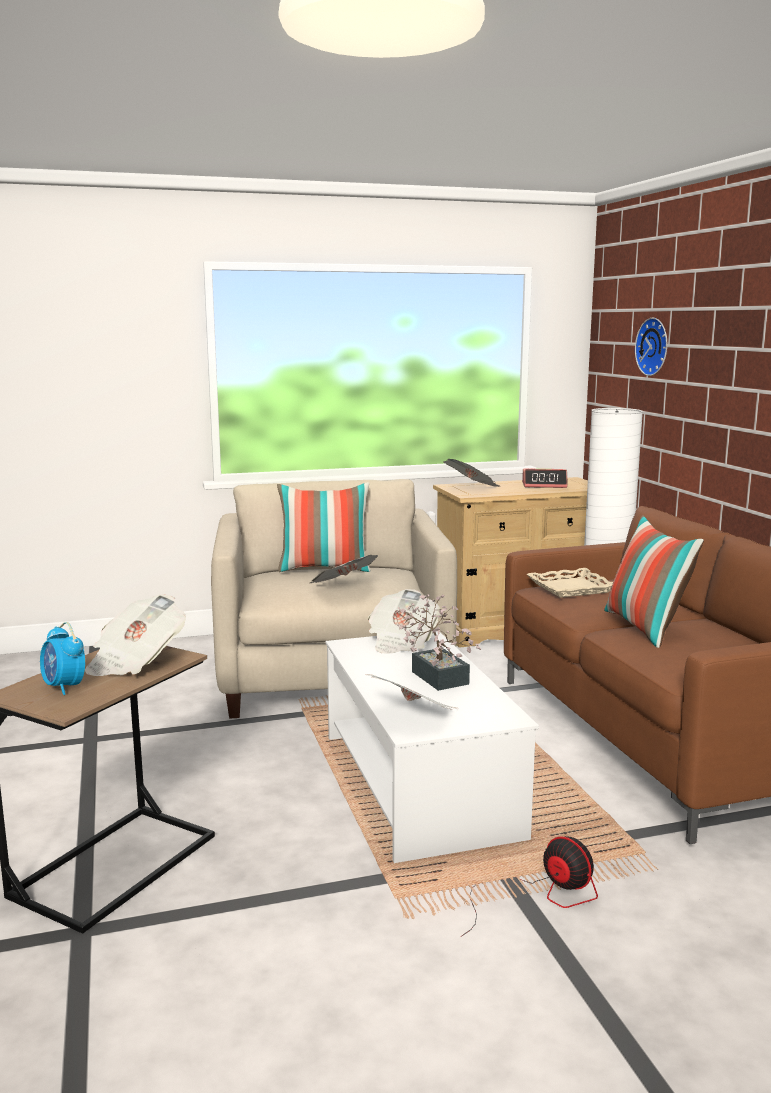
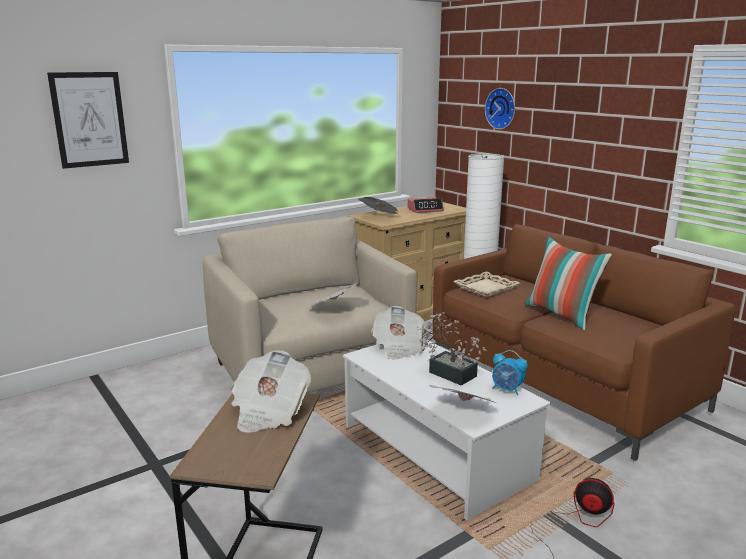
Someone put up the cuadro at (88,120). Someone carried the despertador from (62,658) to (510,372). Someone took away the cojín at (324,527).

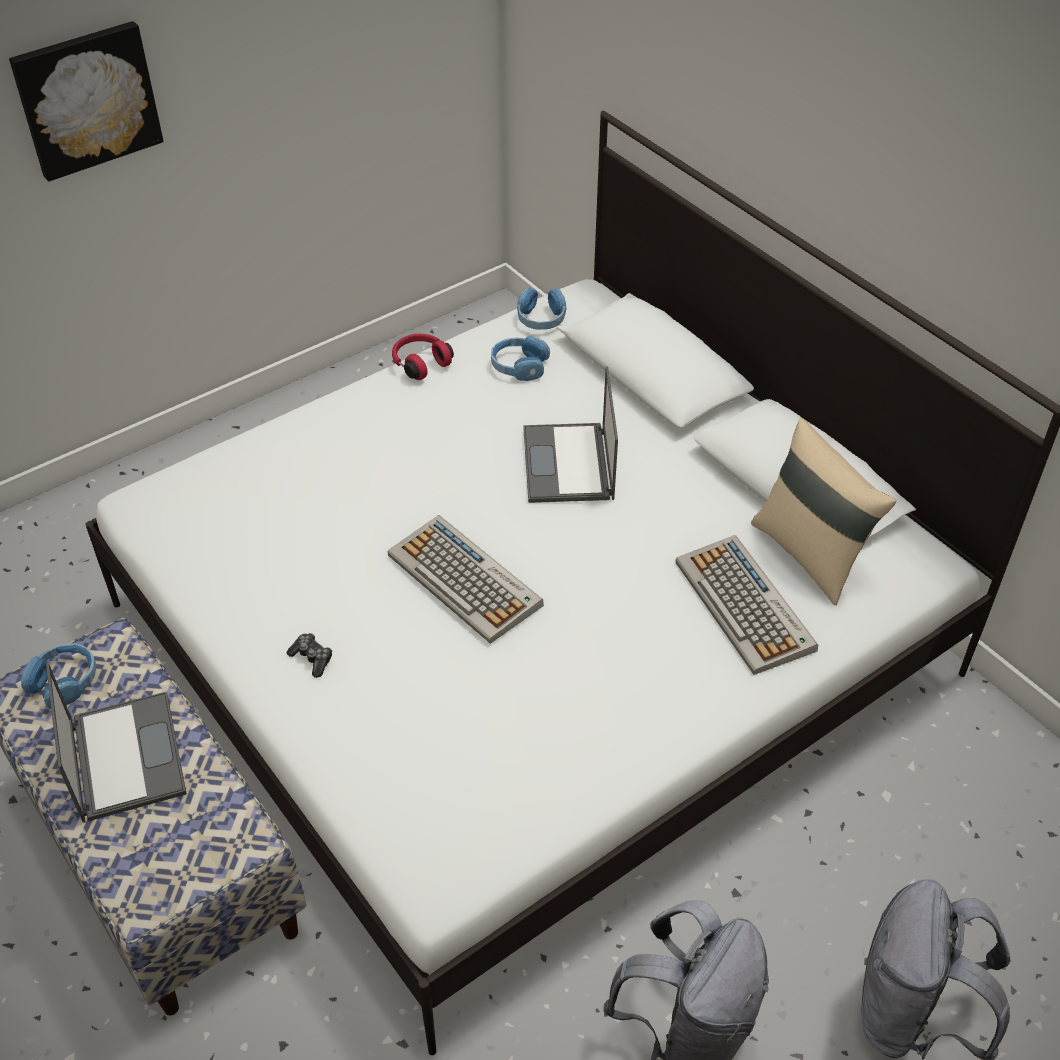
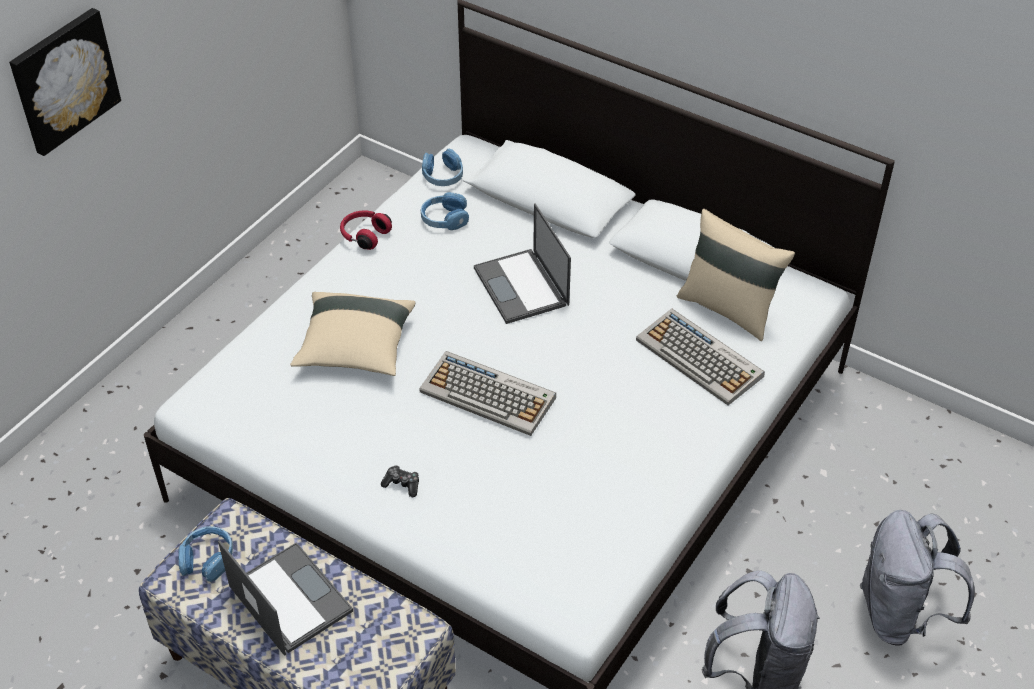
Someone put down the cojín/beis at (352,334).

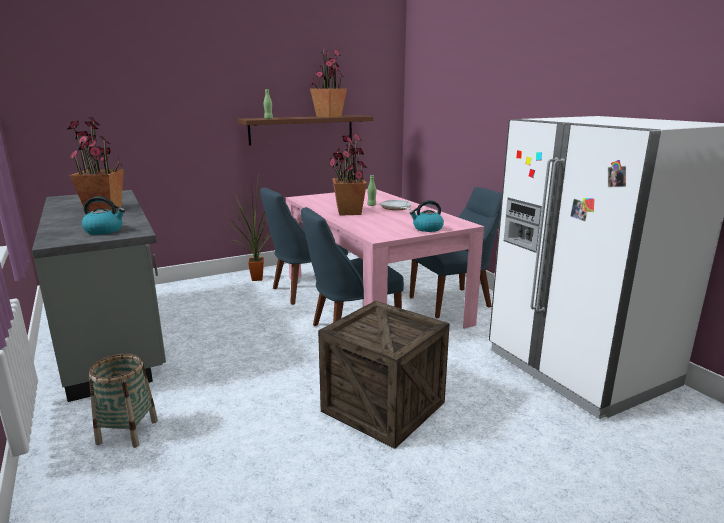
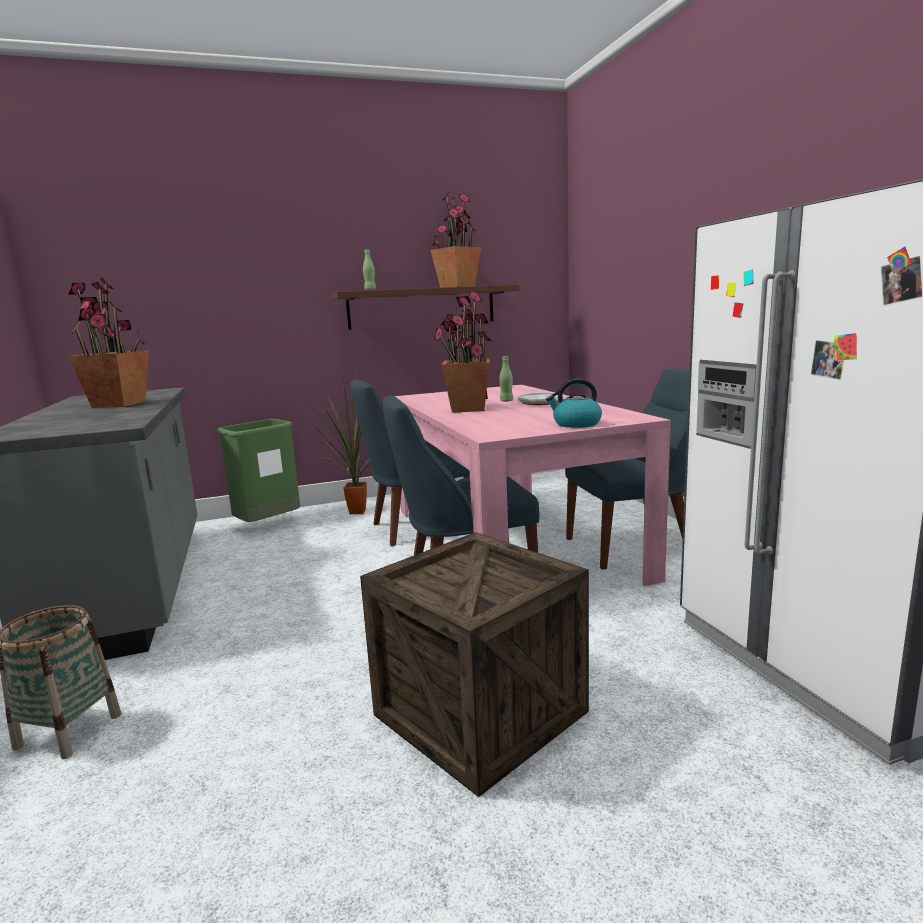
Someone put down the papelera/verde at (258,470). Someone took away the hervidor at (103,215).

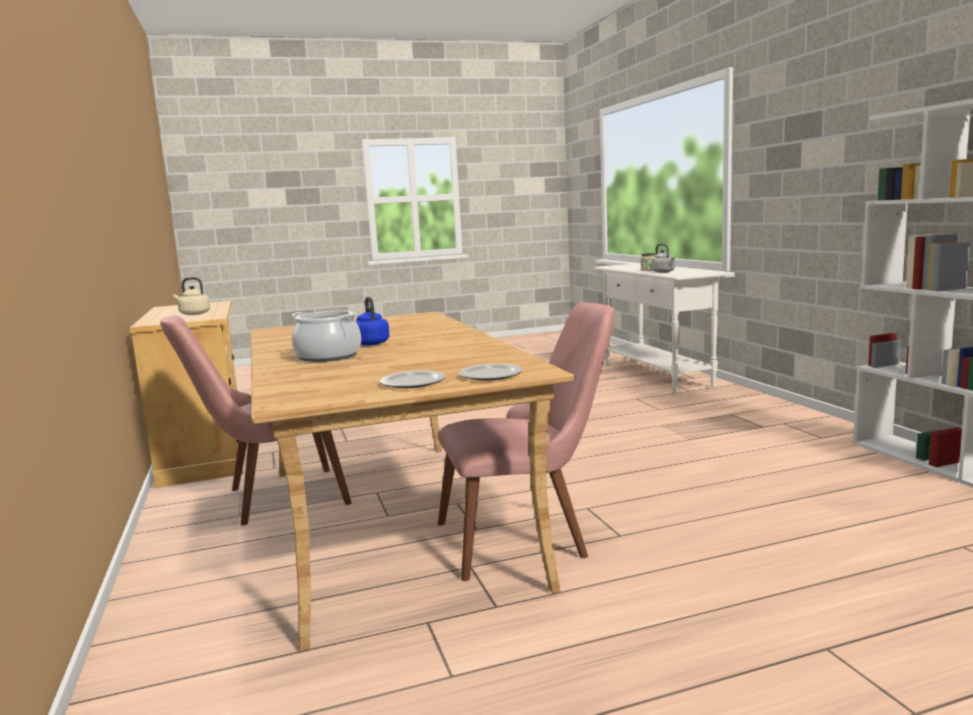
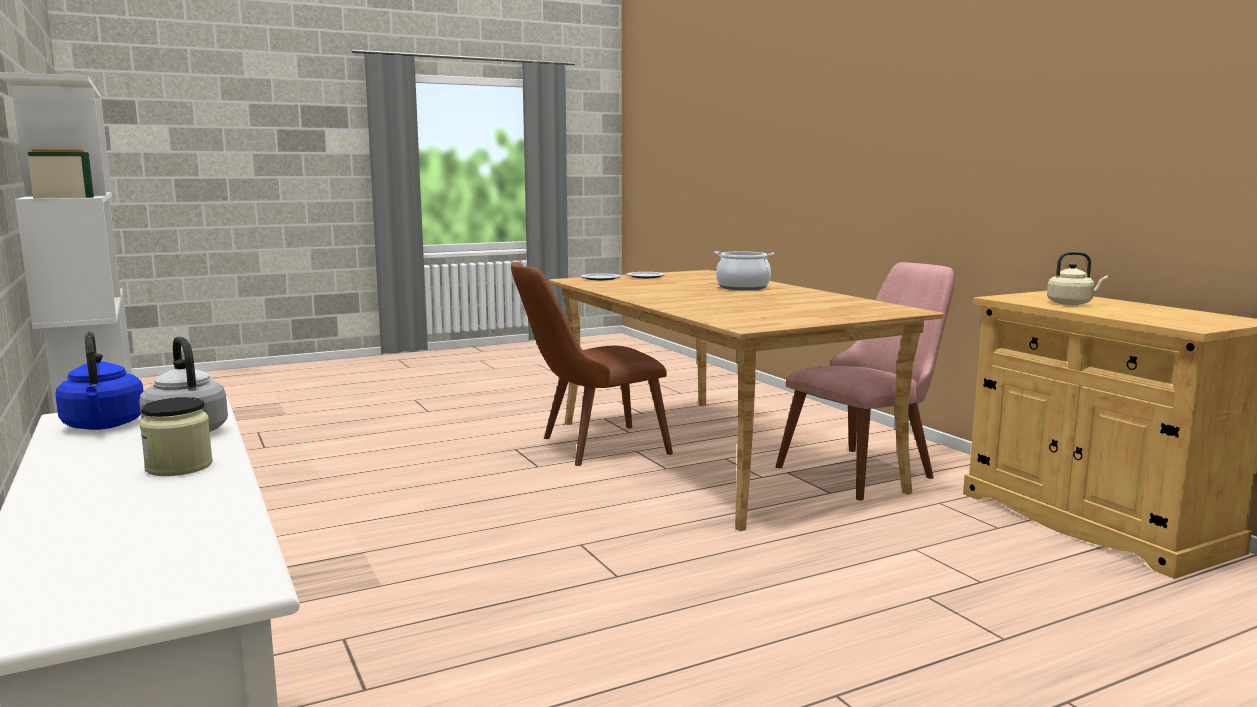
Someone carried the hervidor/azul from (372,321) to (99,380). Someone repainted the silla/rosa at (526,441), which became the silla/marrón at (592,364).

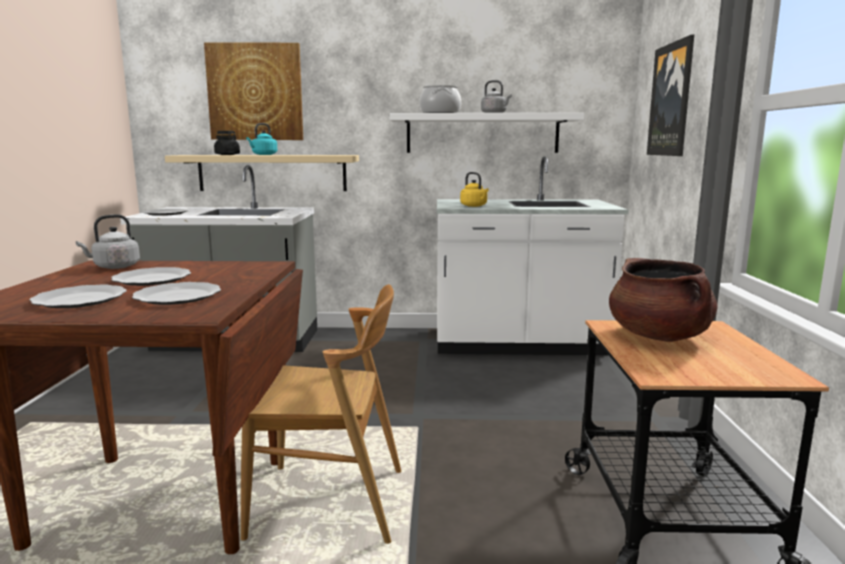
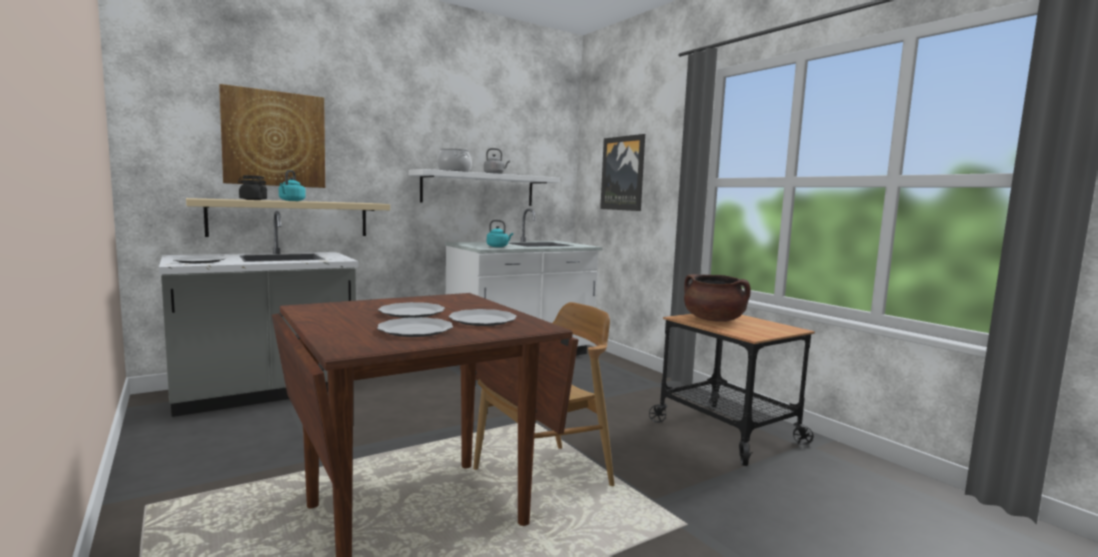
Someone repainted the hervidor/amarillo at (474,189), which became the hervidor/turquesa at (500,233). Someone took away the hervidor/gris at (108,241).

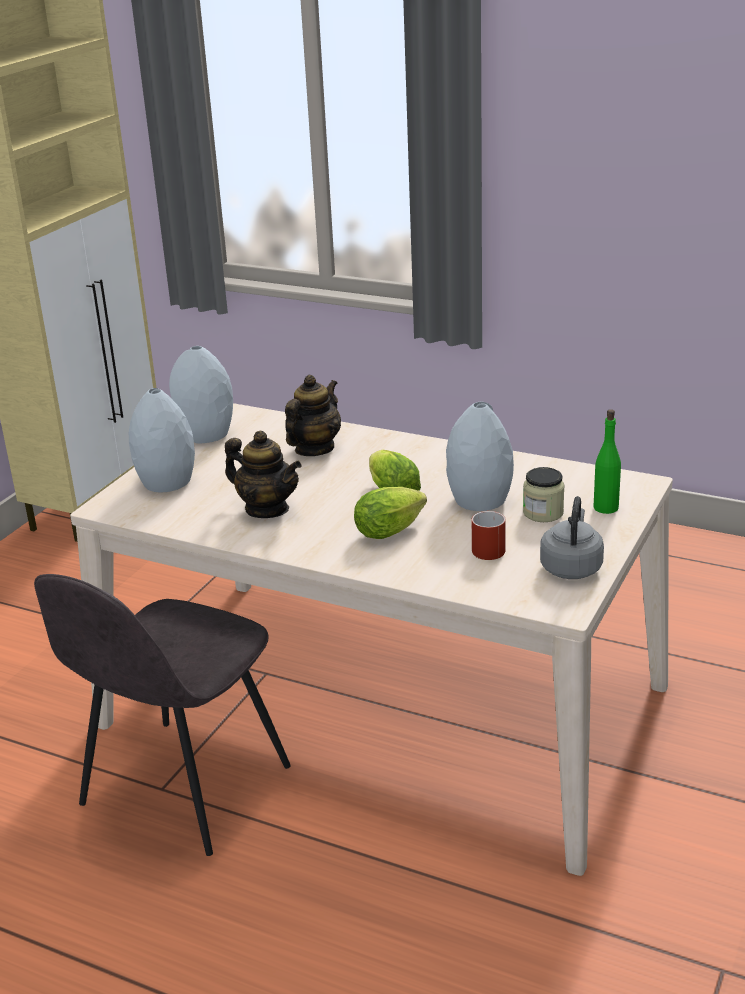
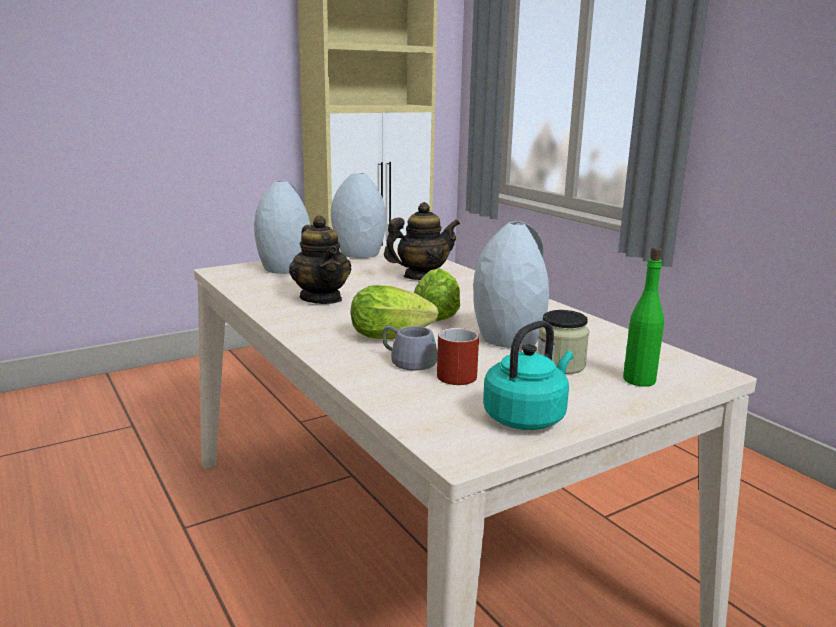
Someone put down the taza grande/gris at (410,348). Someone repainted the hervidor/gris at (572,537), which became the hervidor/turquesa at (528,375). Someone took away the silla/gris at (162,715).

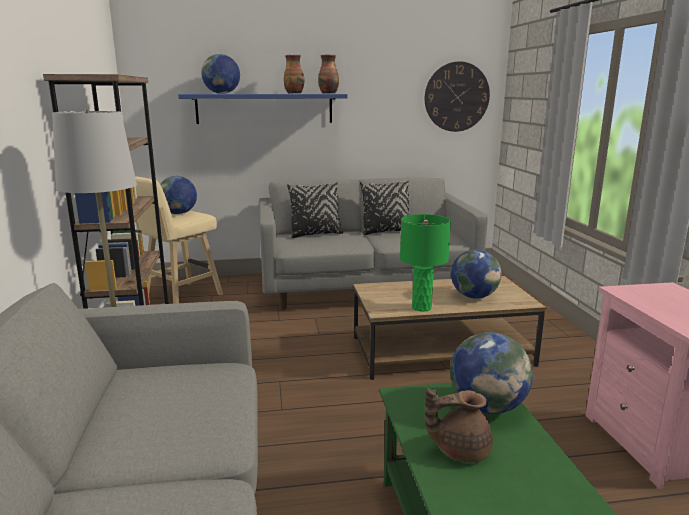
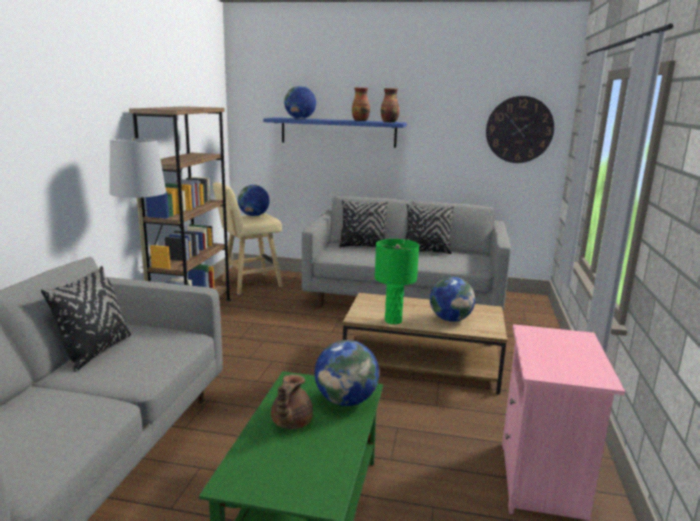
Someone put down the cojín/negro at (86,319). Someone rotated the tetera/marrón at (459,425) by 90 degrees counterclockwise.

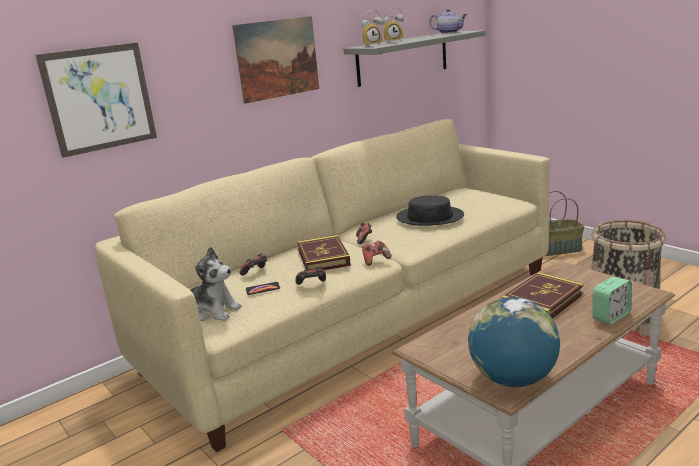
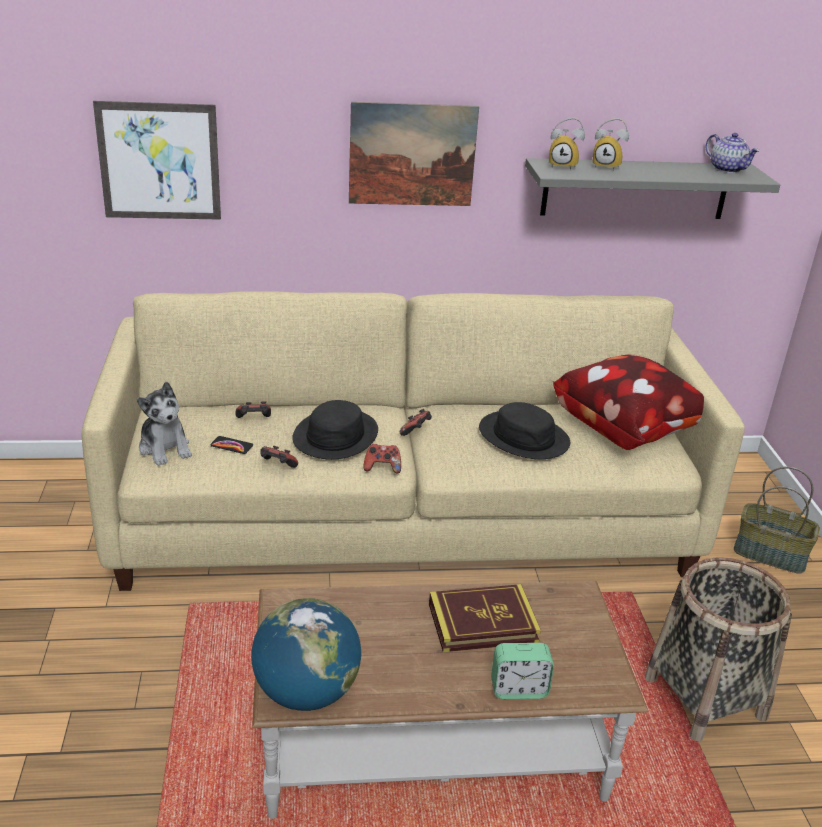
Someone swapped the libro at (324,252) for the sombrero/negro at (335,430). Someone put down the cojín at (628,402).

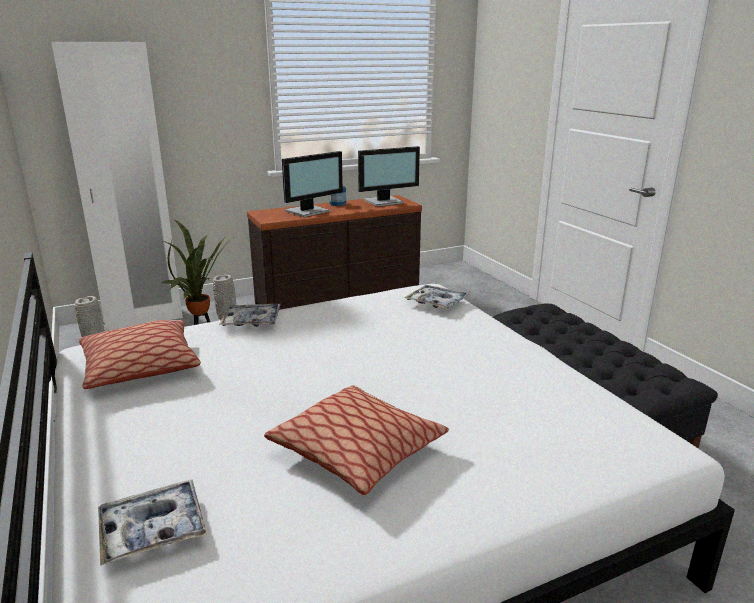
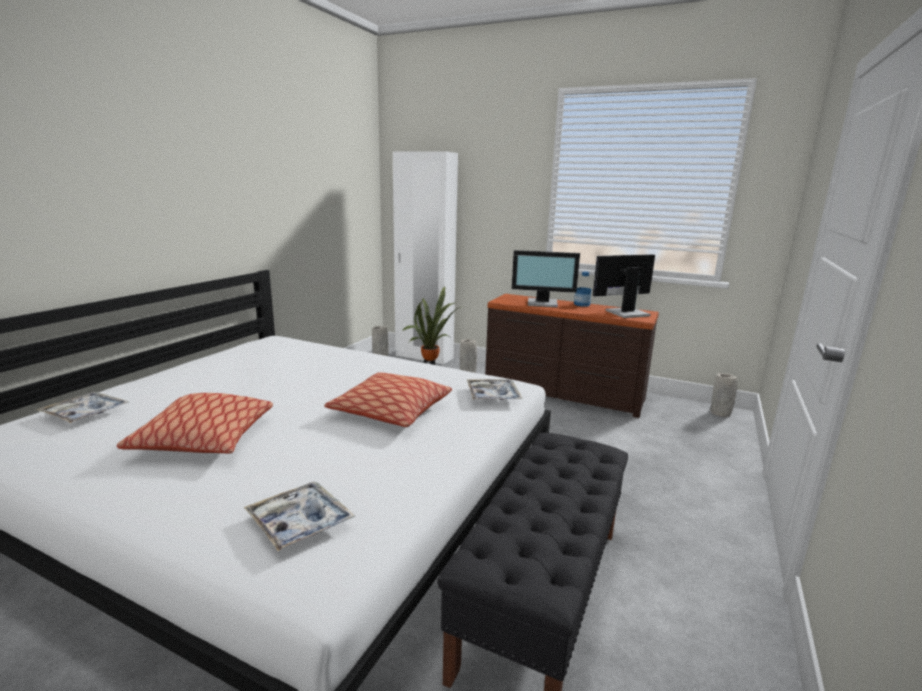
Someone carried the bandeja from (250,315) to (299,516). Someone carried the cojín from (140,354) to (388,399). Someone rotated the monitor at (389,176) by 135 degrees clockwise. Someone put down the florero/gris at (724,395).

